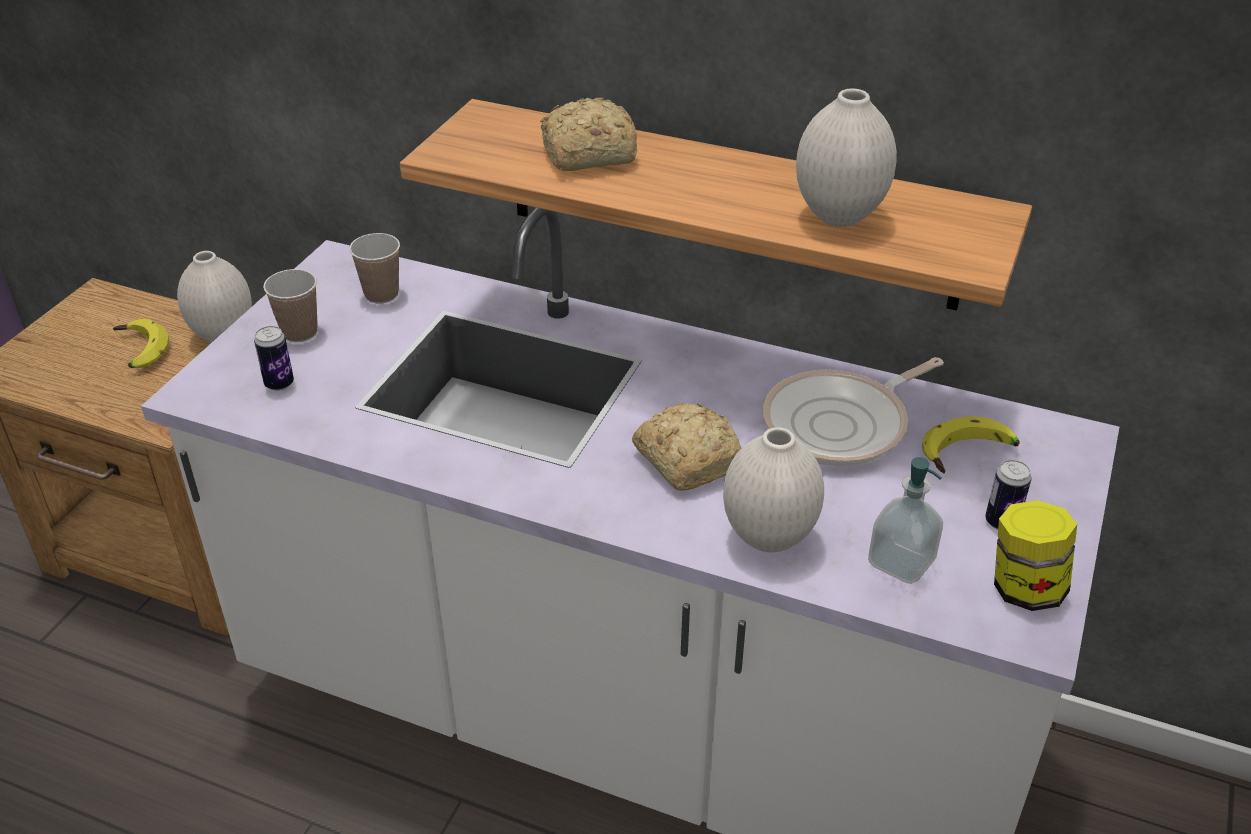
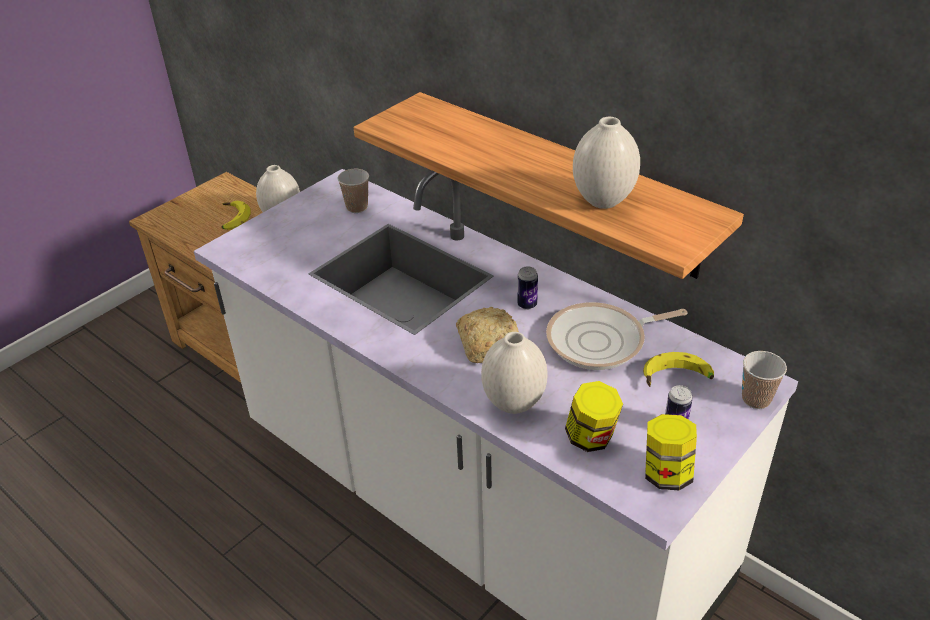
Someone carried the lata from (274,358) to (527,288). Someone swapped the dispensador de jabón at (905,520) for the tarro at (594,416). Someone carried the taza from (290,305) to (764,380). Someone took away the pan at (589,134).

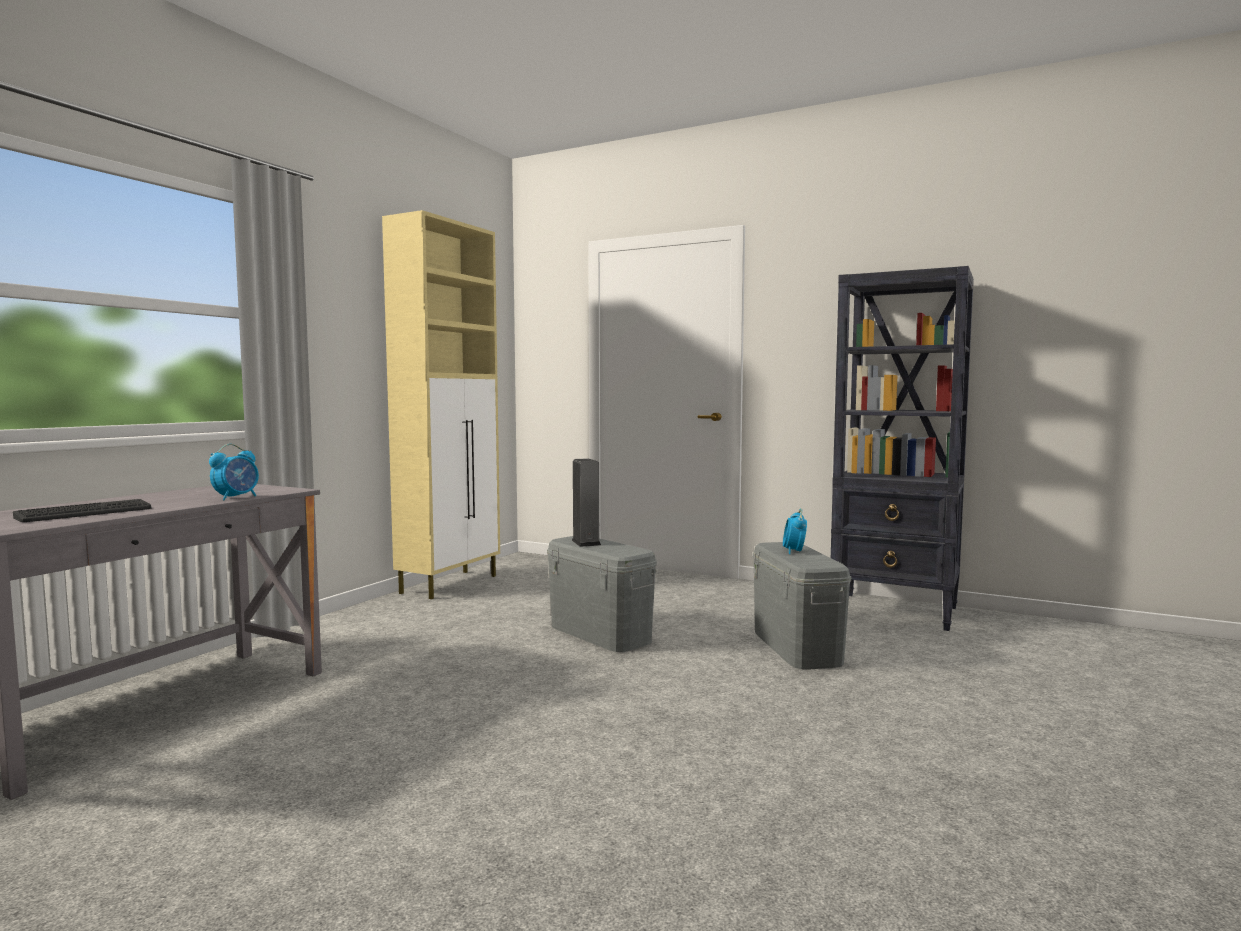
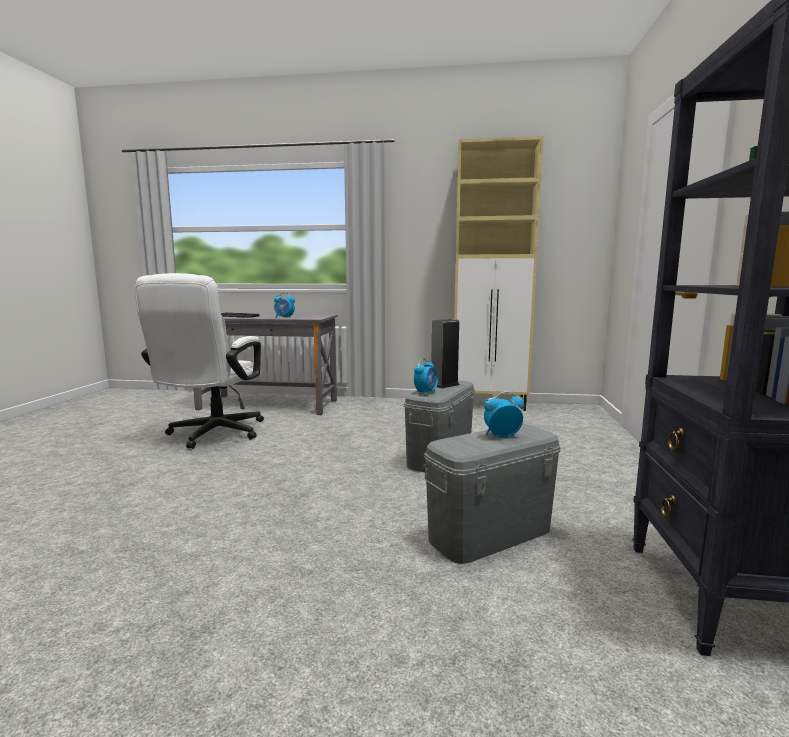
Someone put down the silla de oficina/blanco at (199,361). Someone put down the despertador at (426,377).

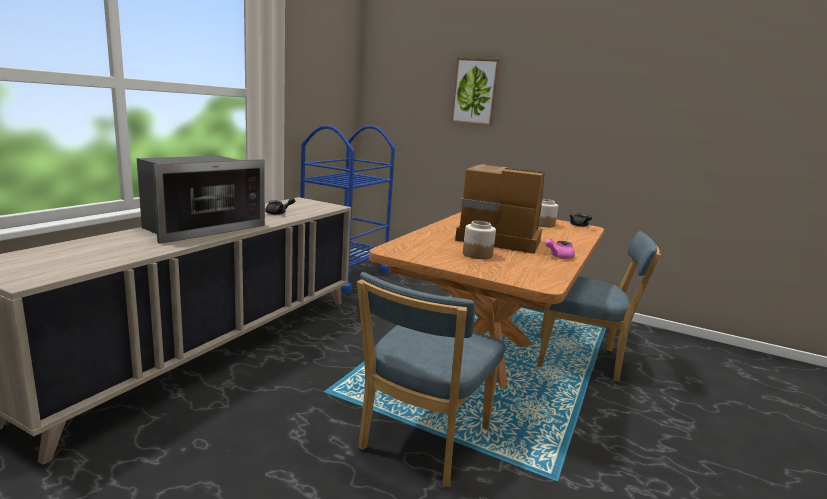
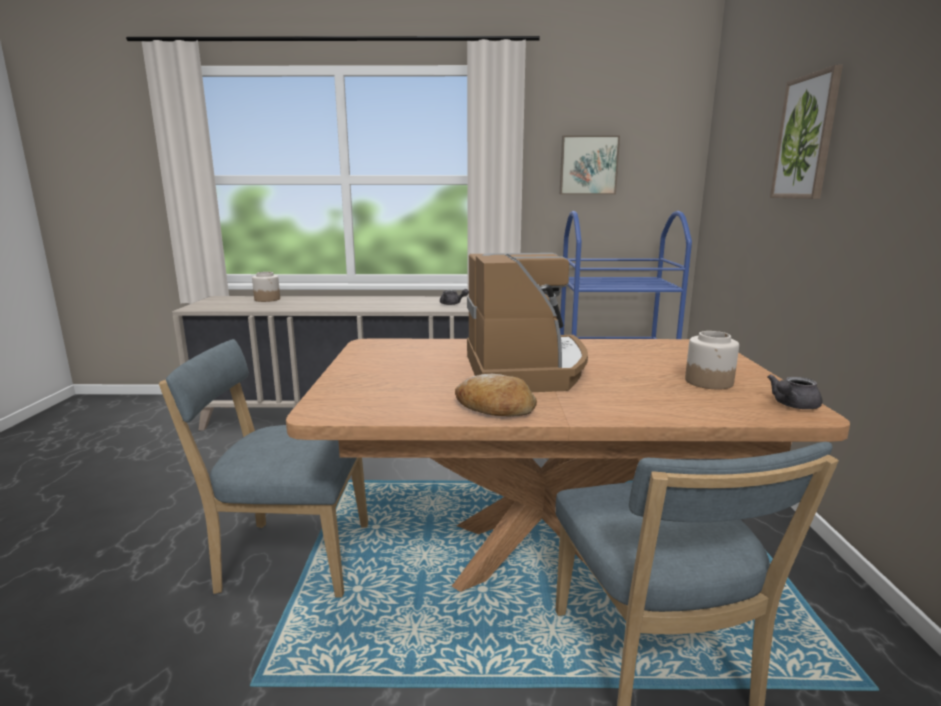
Someone carried the tarro from (479,240) to (266,287). Someone swapped the tetera/rosa at (560,249) for the pan at (496,395). Someone put up the cuadro at (590,164). Someone took away the microondas at (201,200).

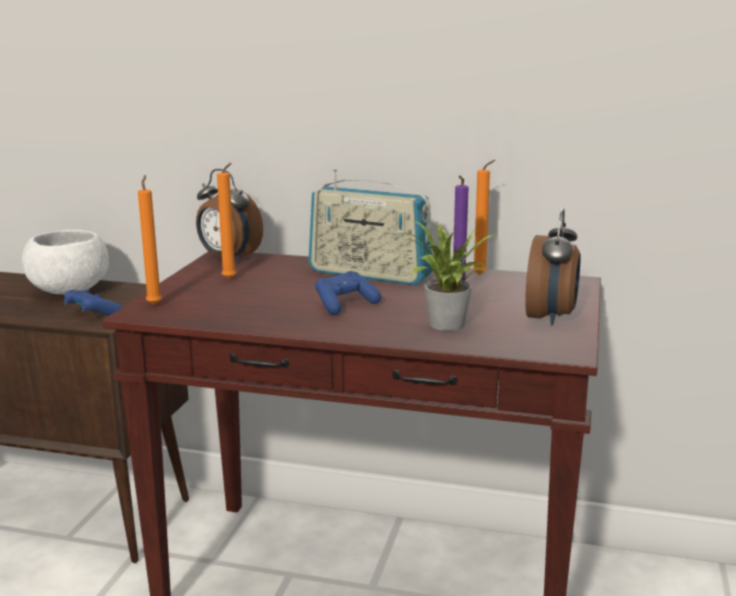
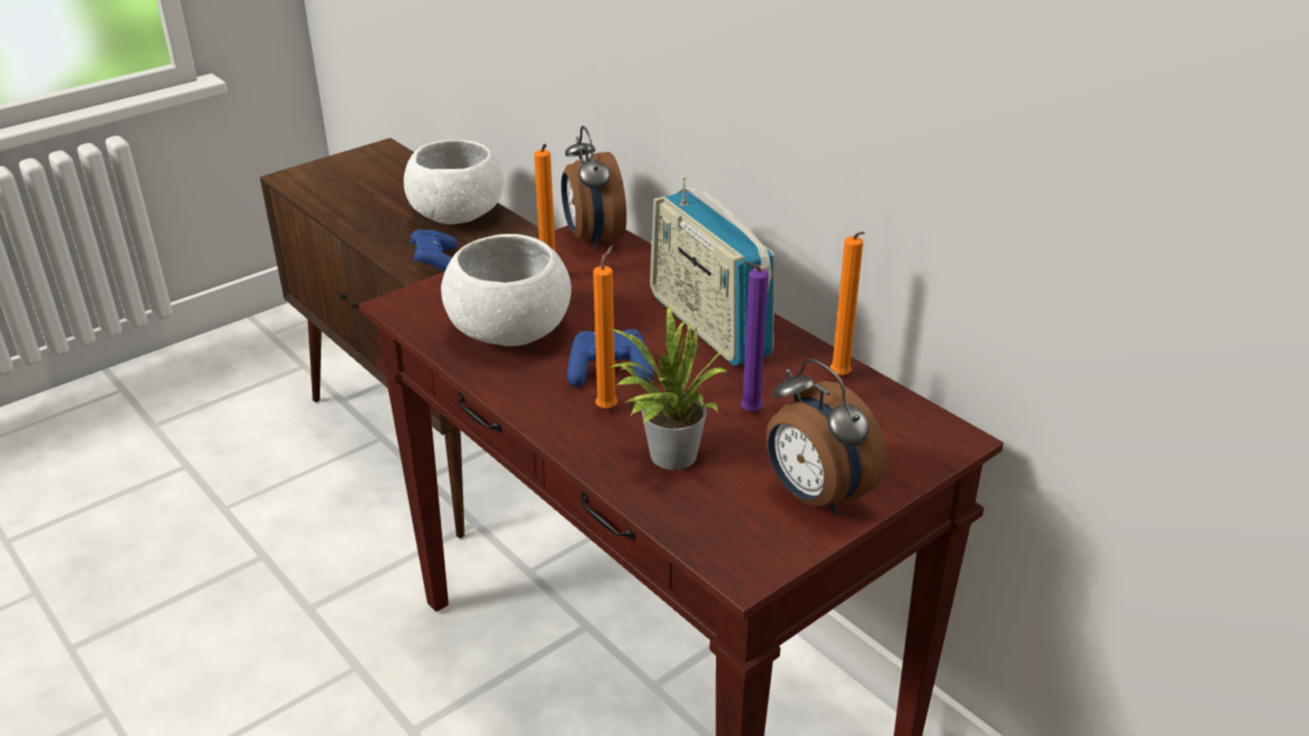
Someone put down the cuenco/blanco at (506,290). Someone carried the vela/naranja from (150,240) to (605,327). Someone rotated the despertador at (553,267) by 90 degrees clockwise.

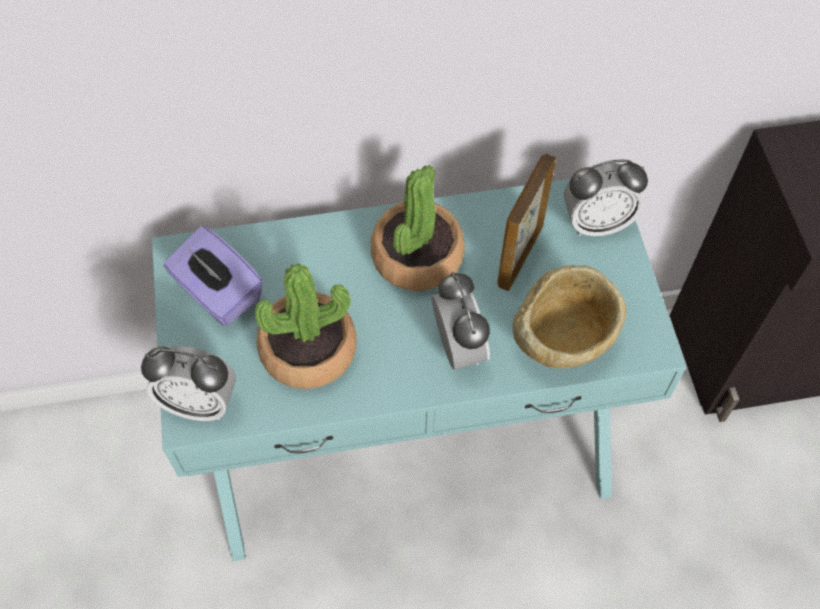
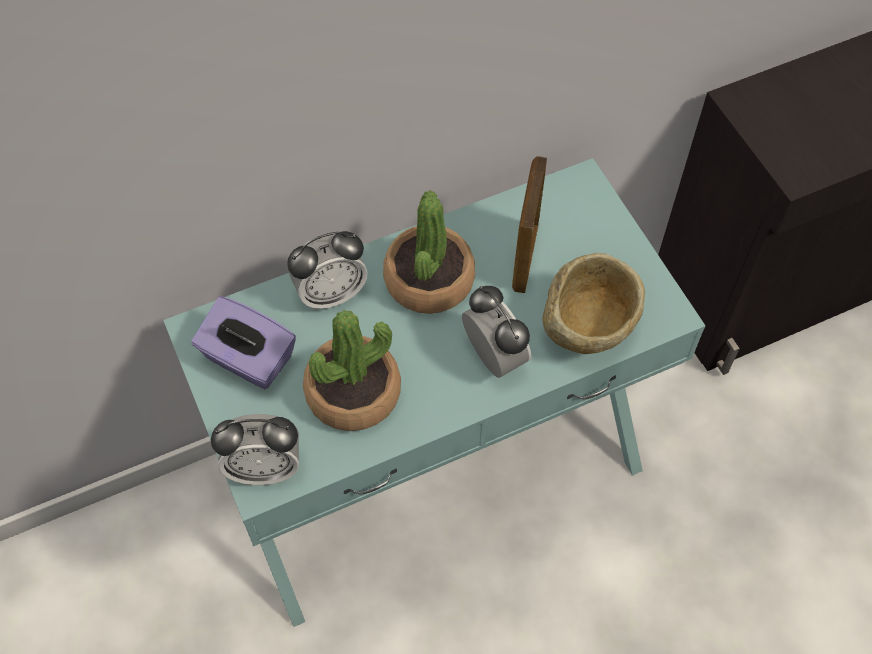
Someone carried the despertador from (606,198) to (327,271).

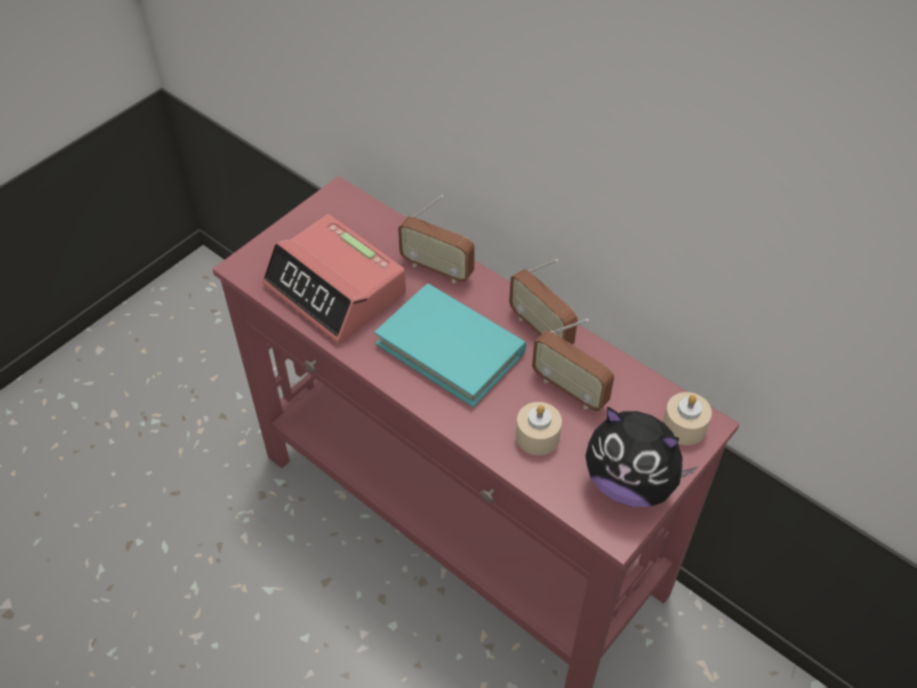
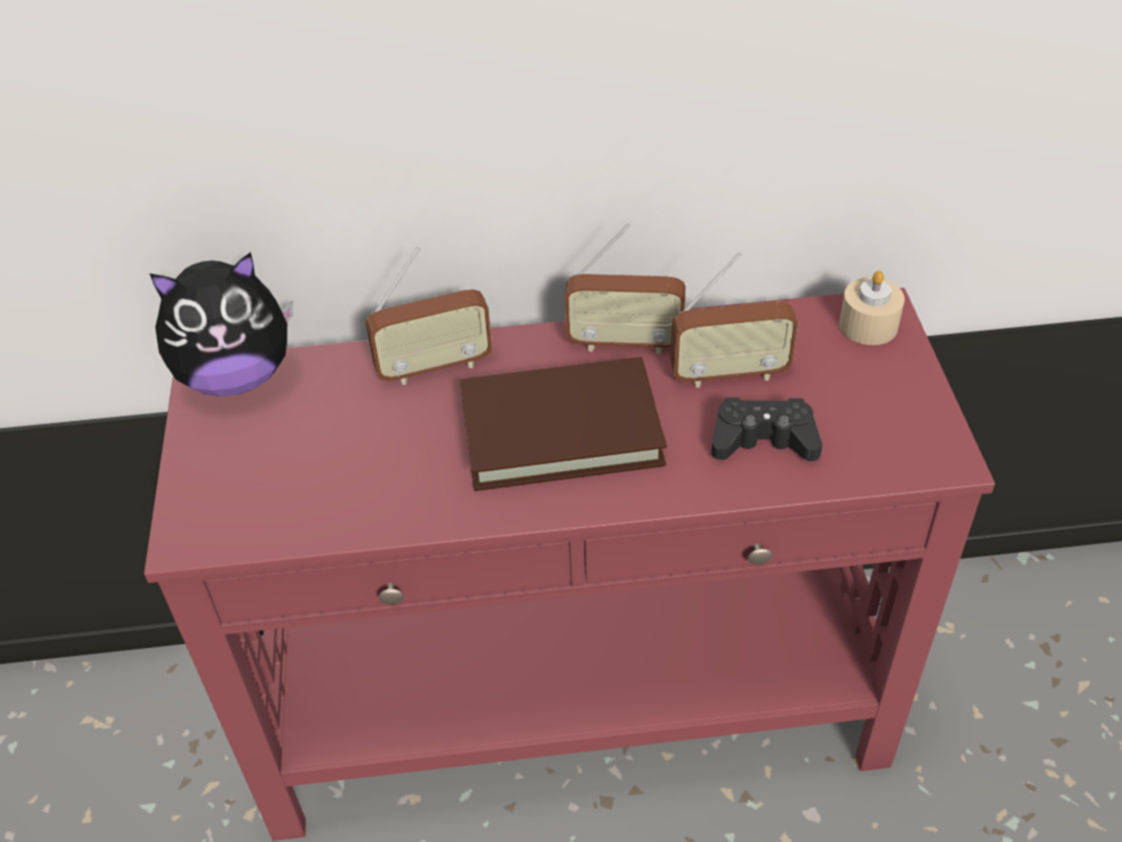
Someone carried the peluche from (641,457) to (220,324). Someone repainted the libro/turquesa at (450,345), which became the libro/marrón at (563,424). Someone swapped the vela/beis at (539,428) for the mando de consola/negro at (766,429). Someone took away the despertador at (334,279).

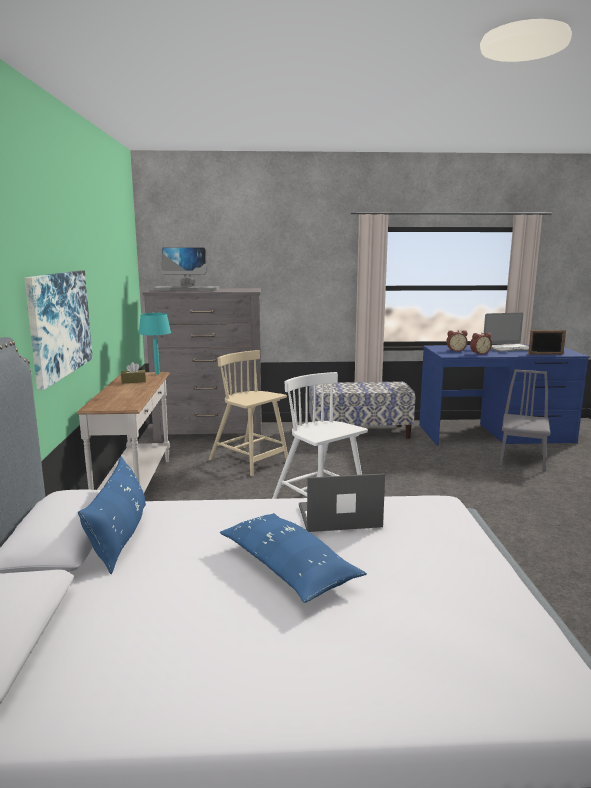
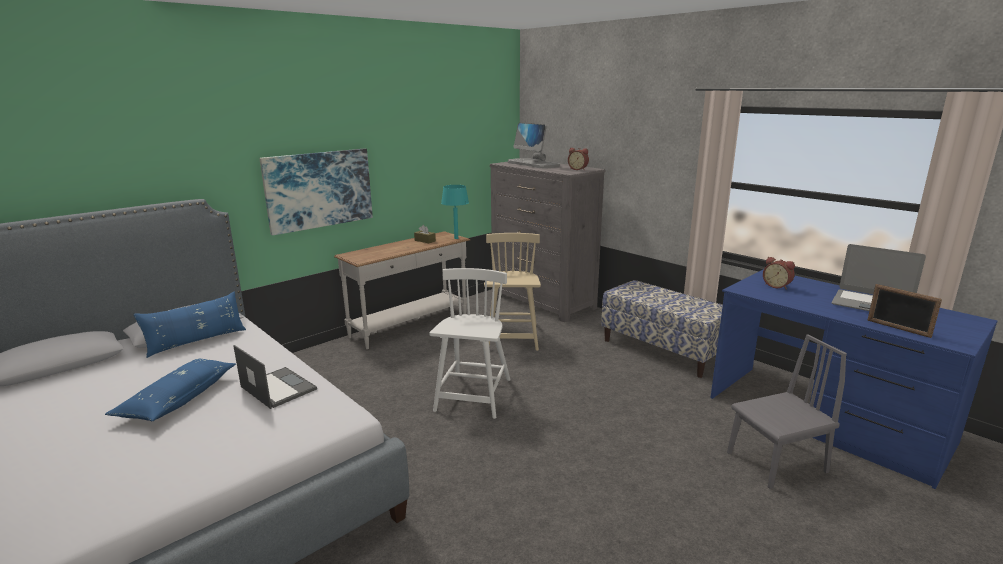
Someone carried the despertador from (481,343) to (578,159).

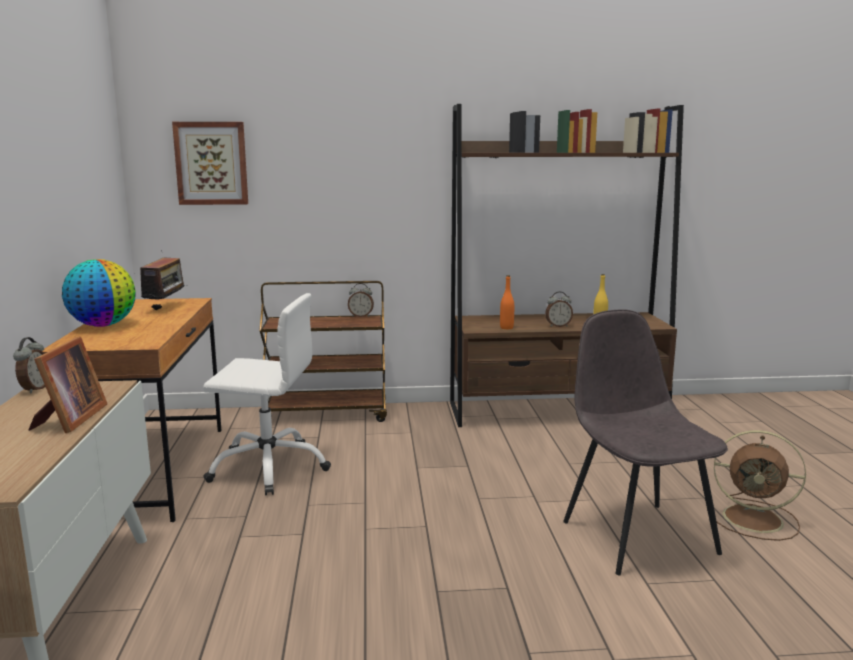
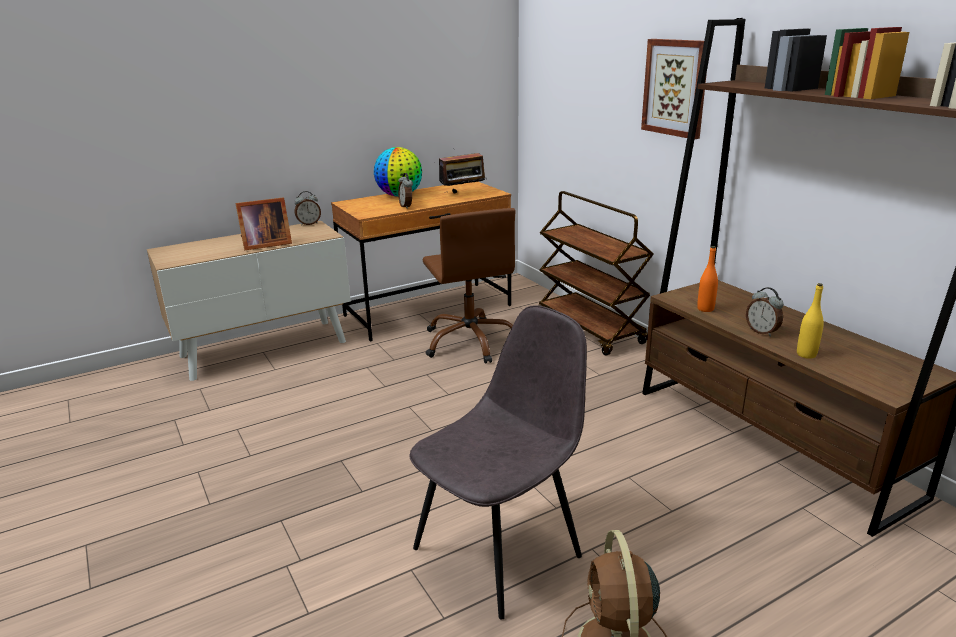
Someone carried the despertador from (361,300) to (405,191). Someone repainted the silla de oficina/blanco at (267,394), which became the silla de oficina/marrón at (469,286). Someone carried the cuadro from (210,163) to (674,89).

